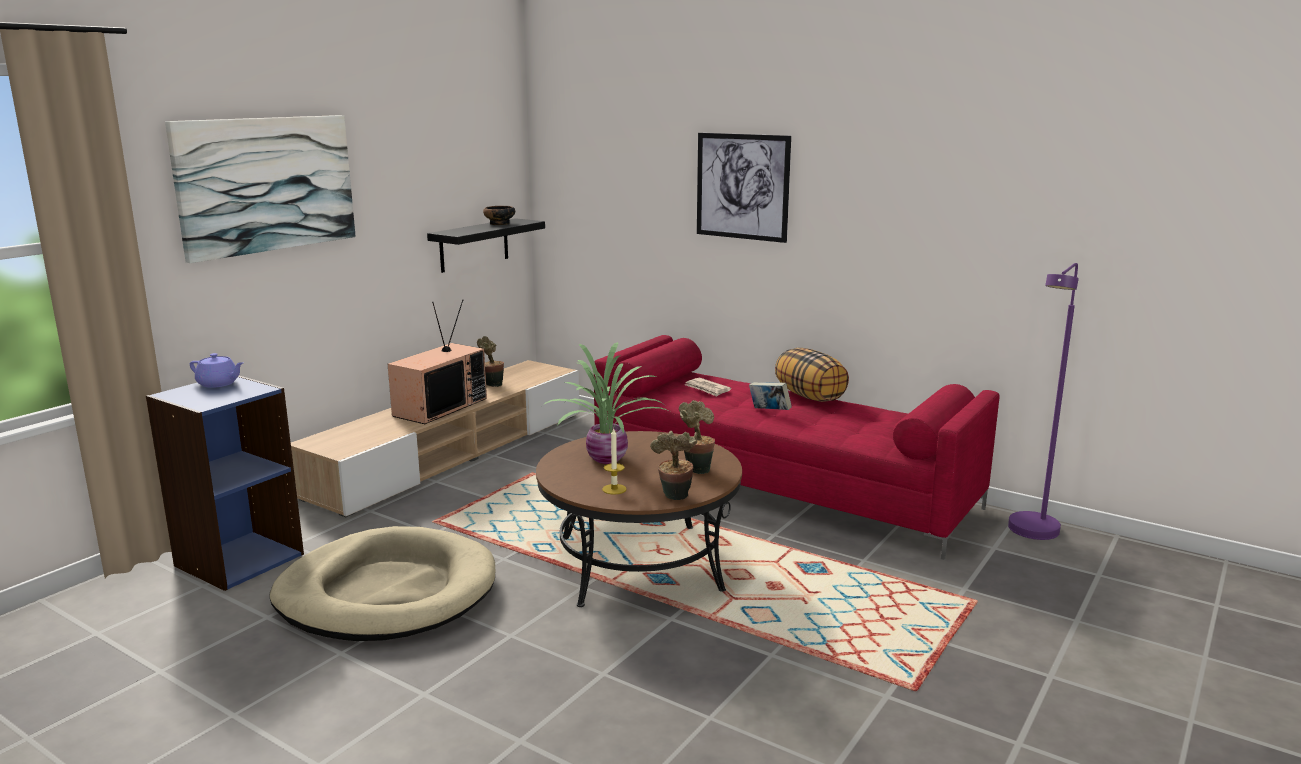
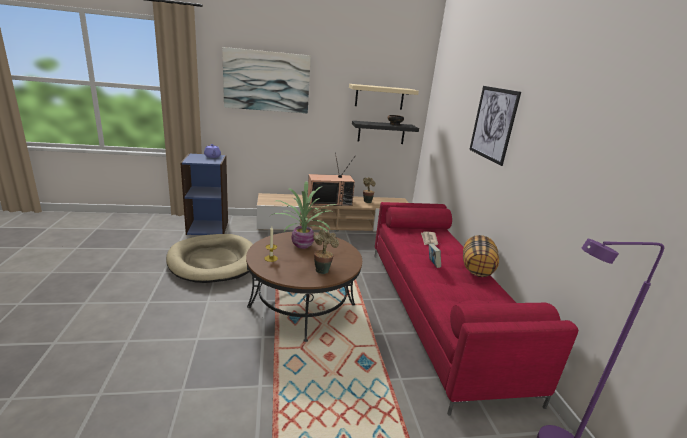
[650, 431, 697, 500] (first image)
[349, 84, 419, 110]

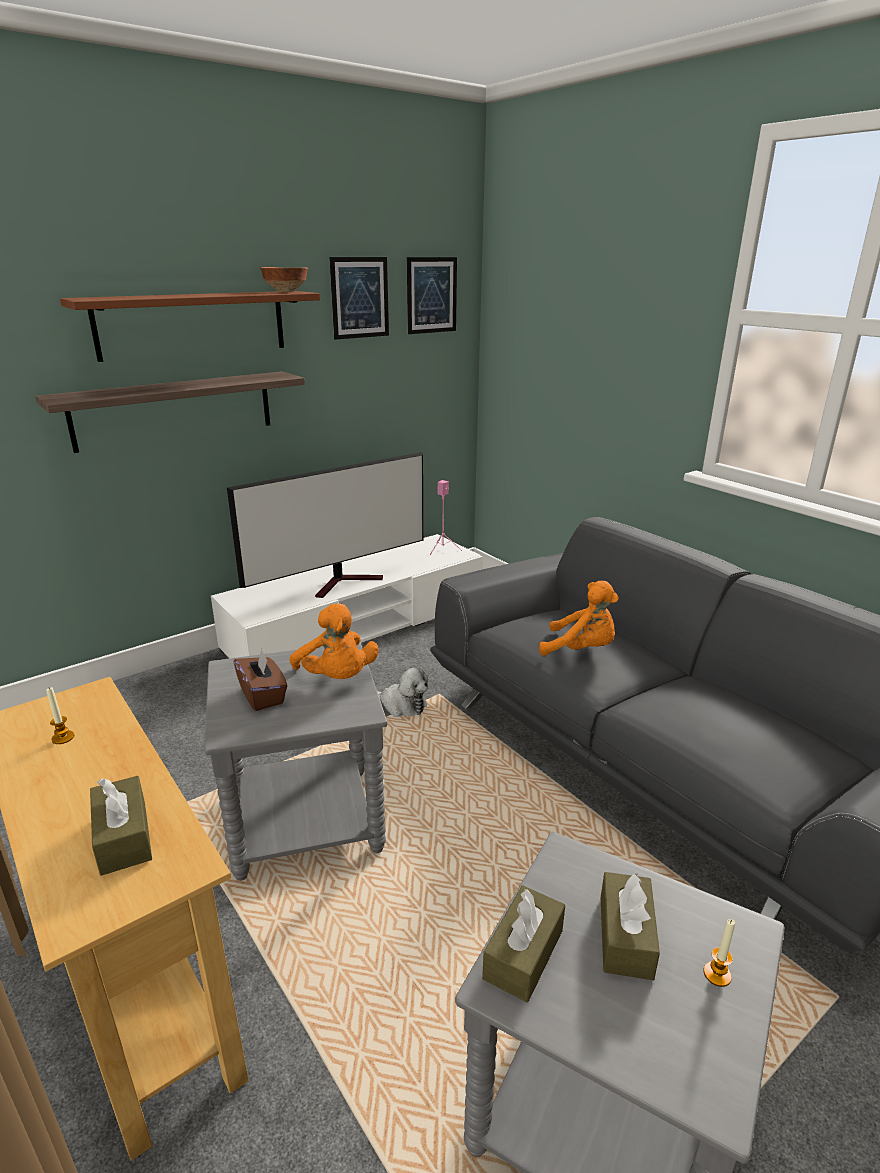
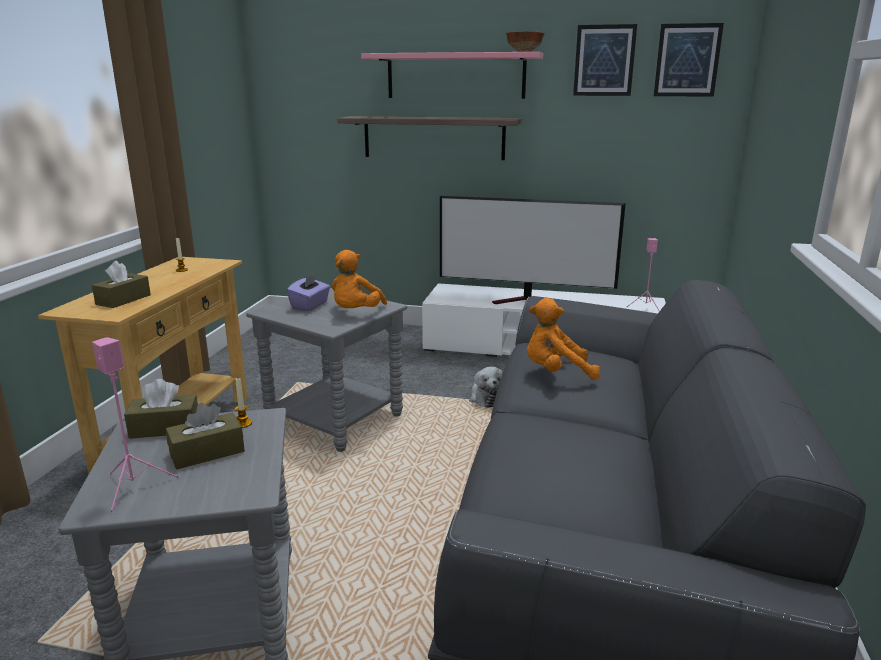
[92, 337, 180, 514]
[235, 378, 252, 428]
[361, 52, 543, 99]
[287, 273, 330, 311]
[527, 298, 600, 380]

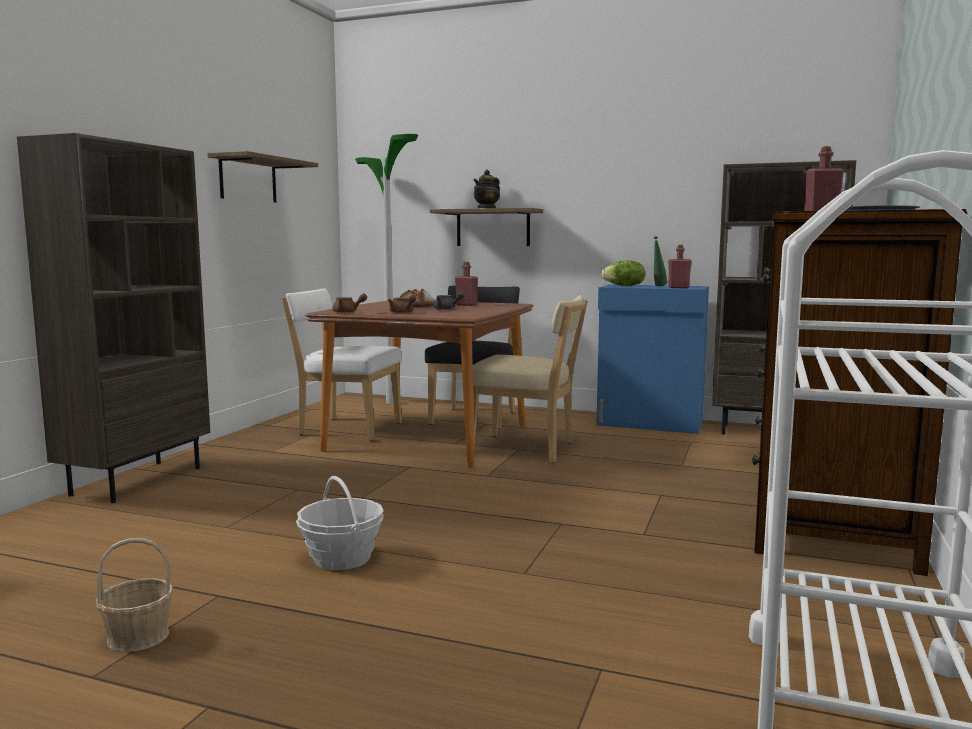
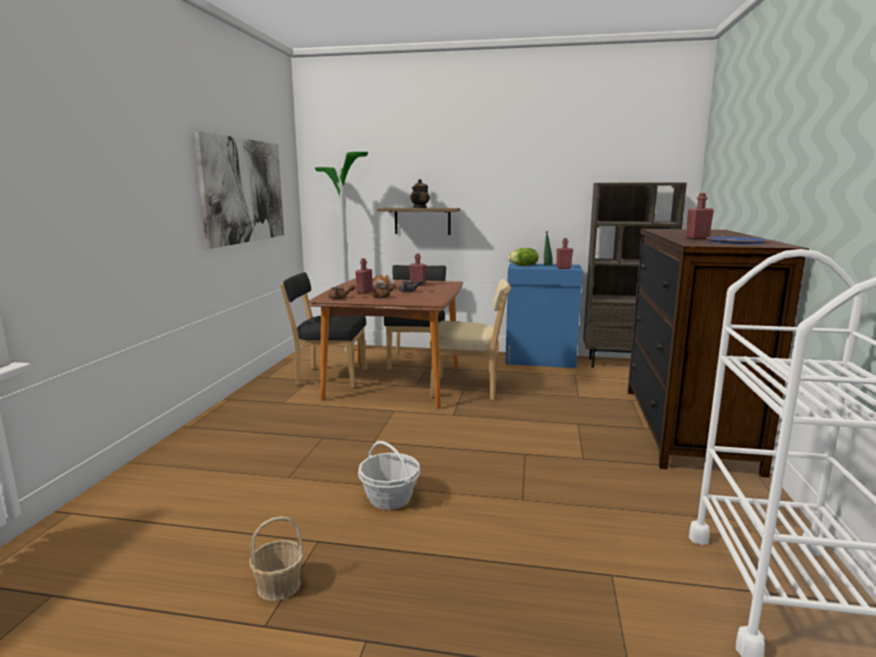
[17, 133, 210, 503] (first image)
[355, 258, 373, 294]
[194, 131, 284, 249]
[280, 272, 367, 388]

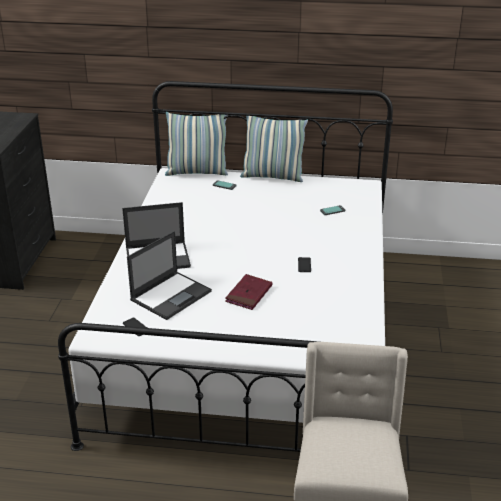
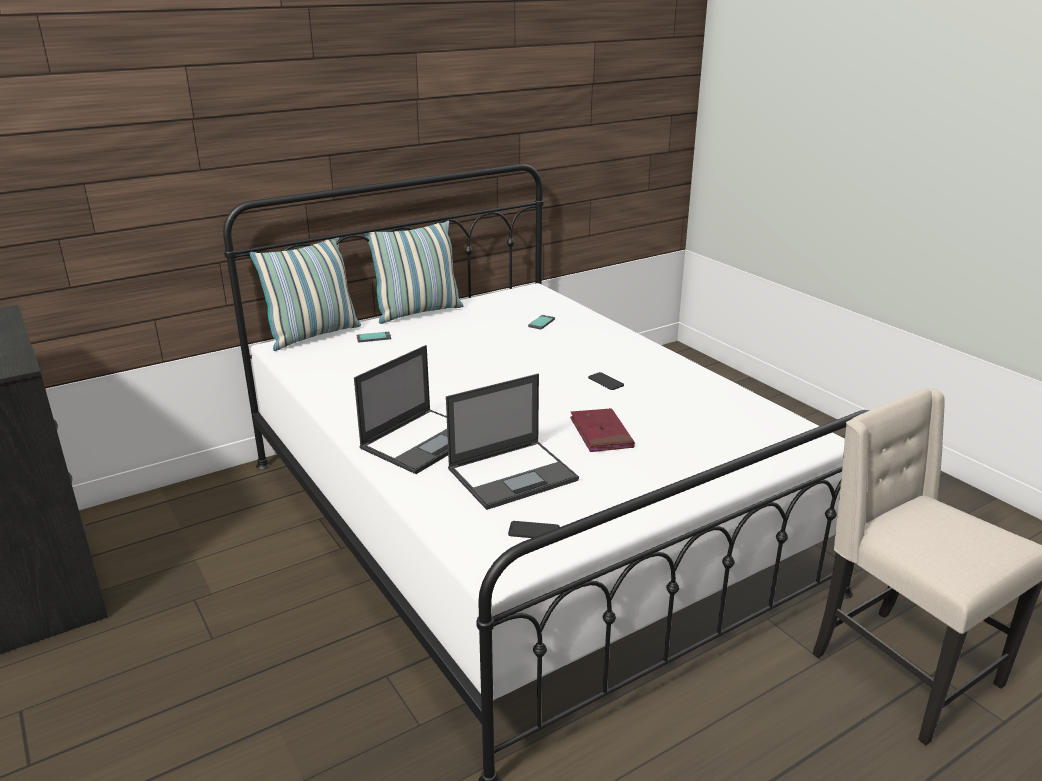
[446, 374, 579, 510]

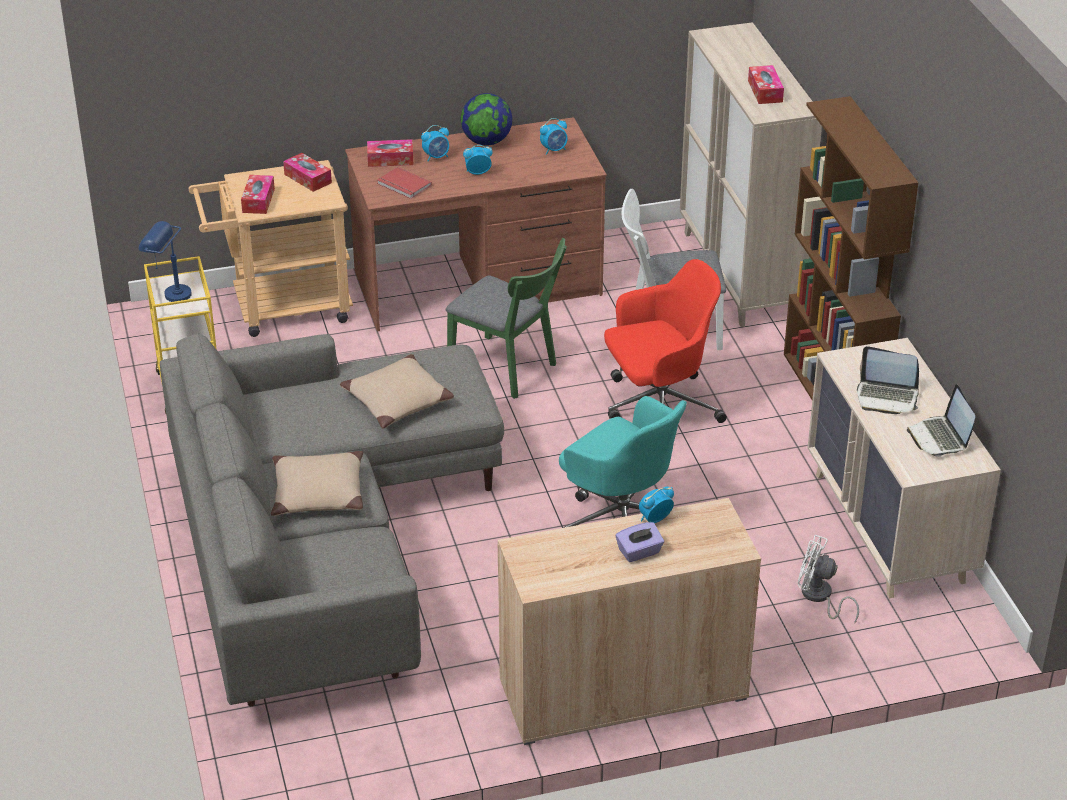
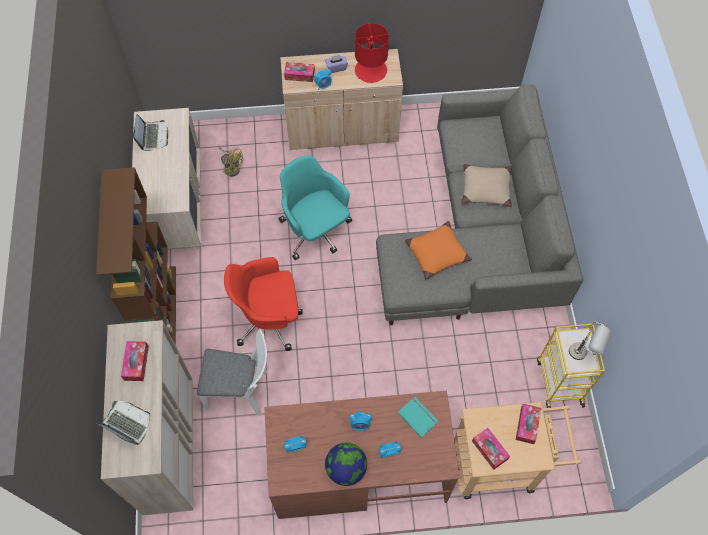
[446, 238, 567, 399] (first image)
[355, 23, 389, 83]
[284, 62, 315, 82]
[97, 401, 150, 445]
[569, 321, 611, 360]
[405, 221, 472, 280]
[397, 397, 438, 437]
[218, 147, 243, 177]

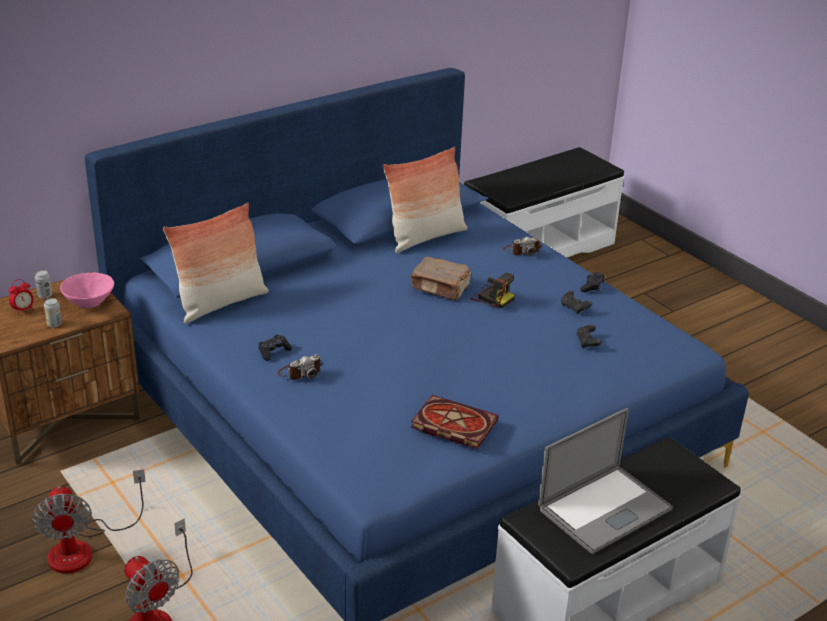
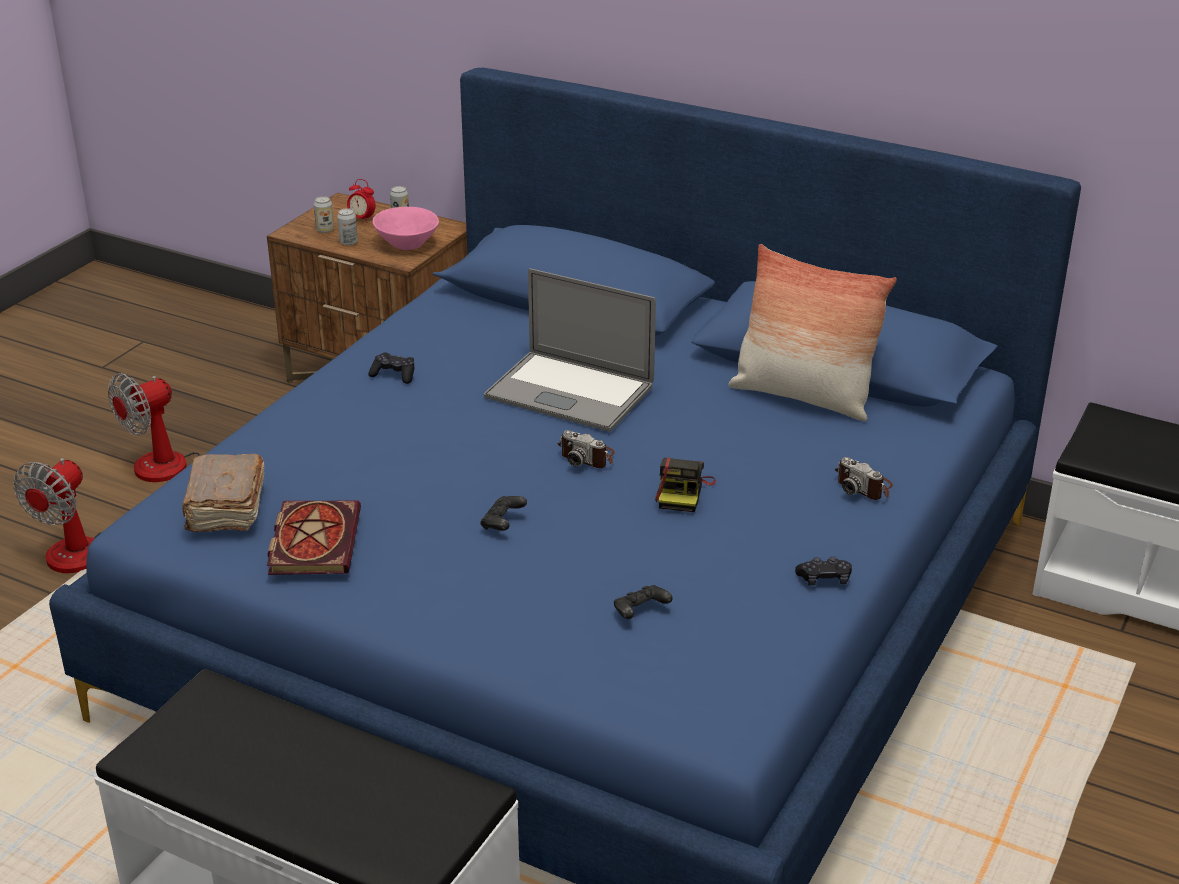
[163, 203, 269, 324] (first image)
[314, 196, 334, 233]
[557, 430, 615, 468]
[182, 454, 264, 532]
[484, 268, 656, 432]
[480, 496, 527, 531]

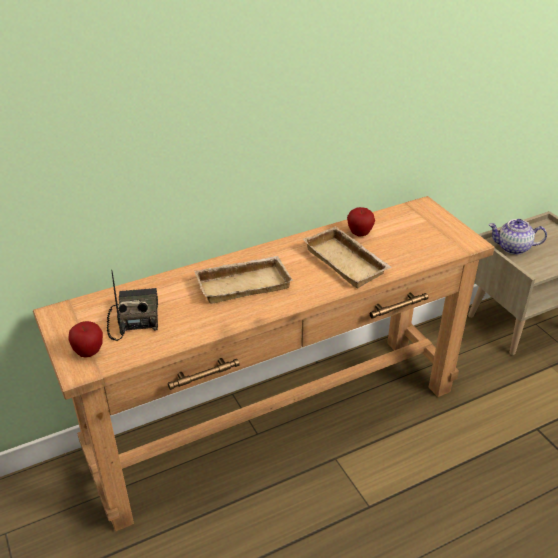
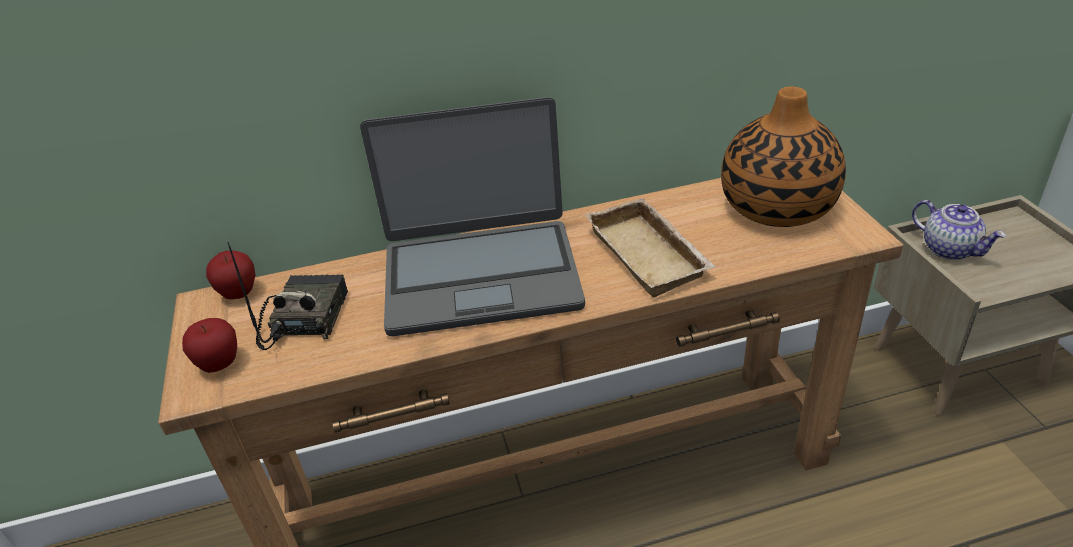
[721, 86, 846, 227]
[206, 250, 256, 299]
[360, 97, 585, 336]
[912, 200, 1006, 260]

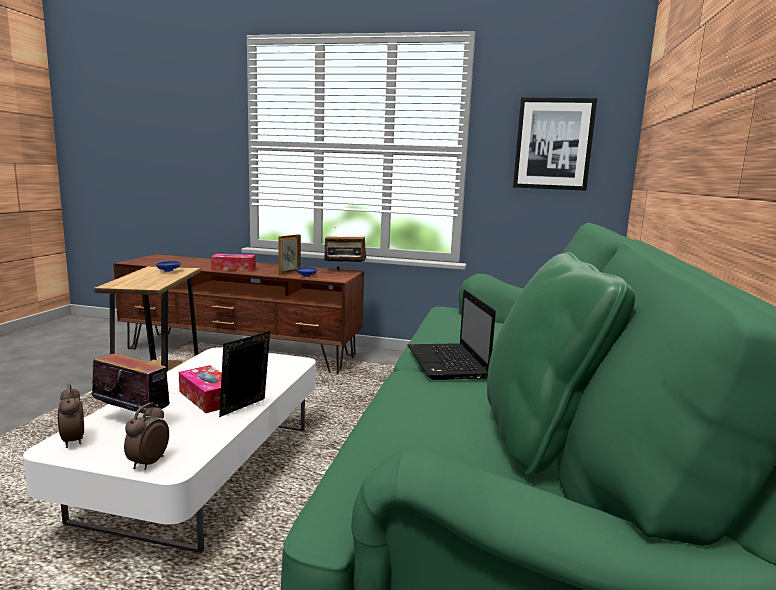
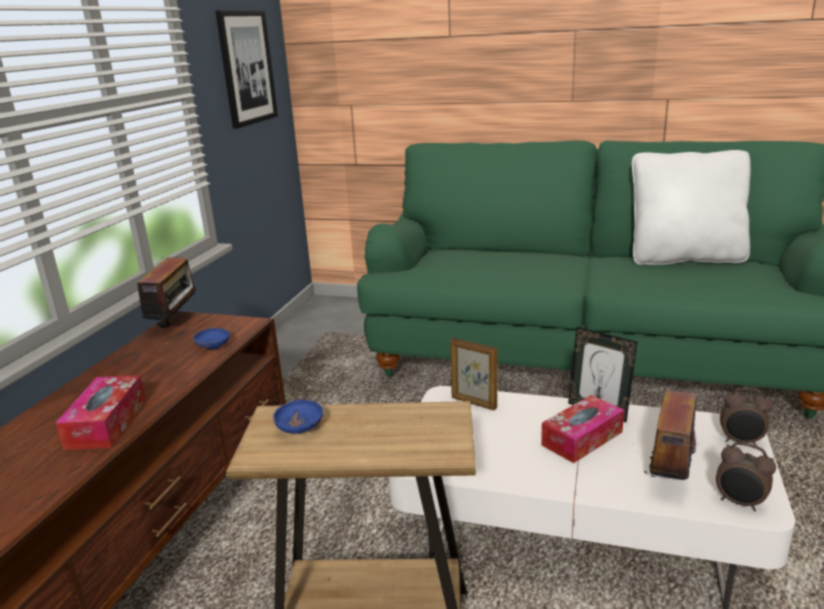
[408, 290, 496, 380] (first image)
[450, 337, 498, 410]
[632, 150, 751, 265]
[716, 442, 776, 511]

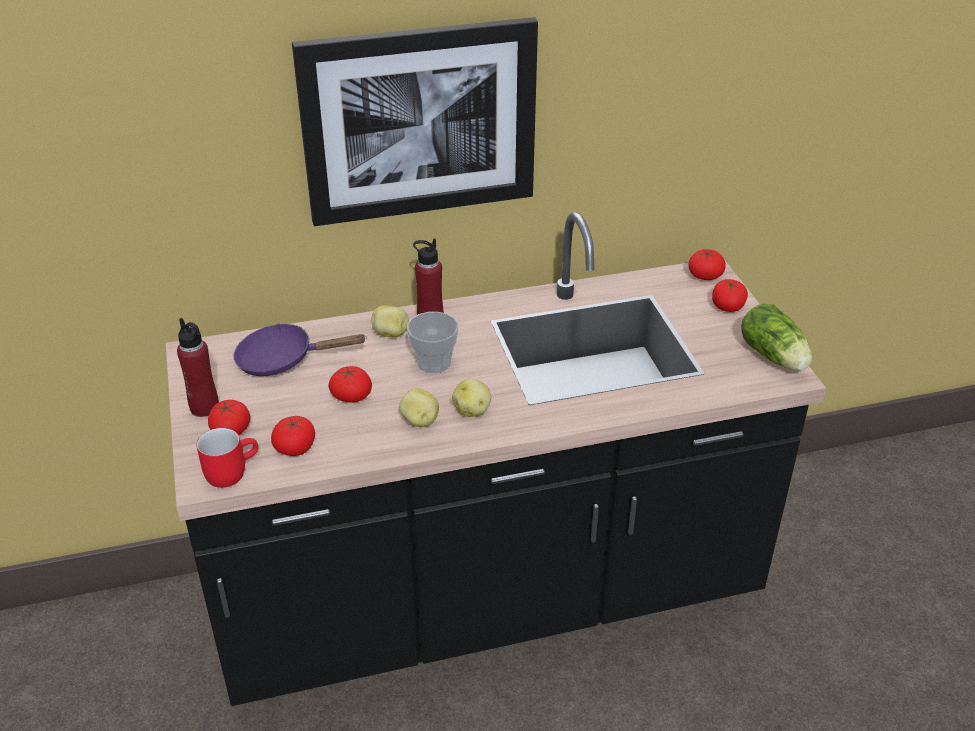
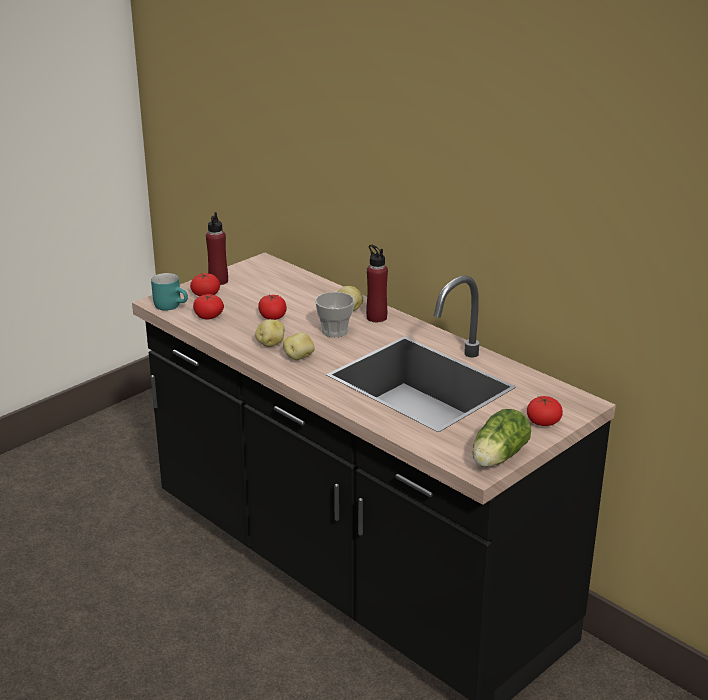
[233, 323, 367, 376] (first image)
[292, 17, 538, 226] (first image)
[689, 249, 726, 280] (first image)
[151, 273, 188, 311]

